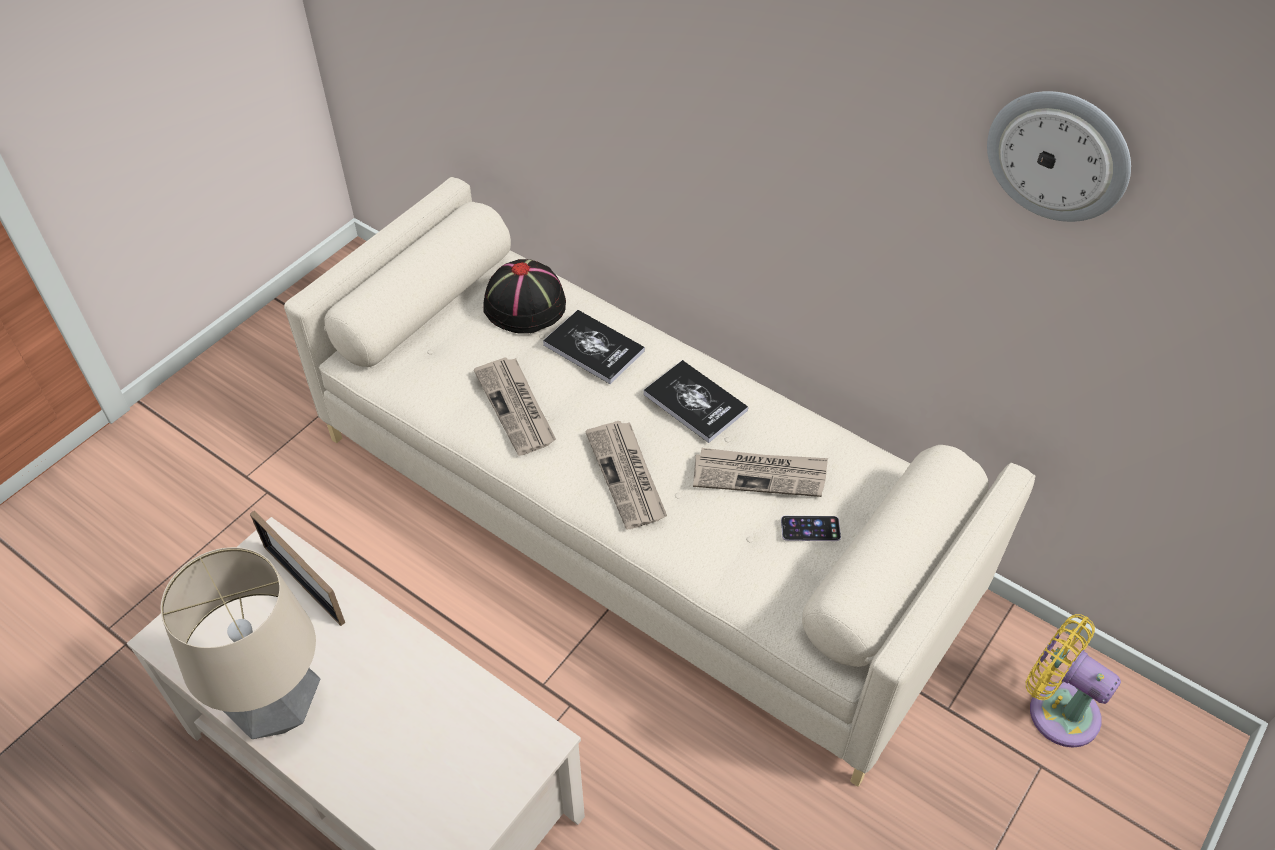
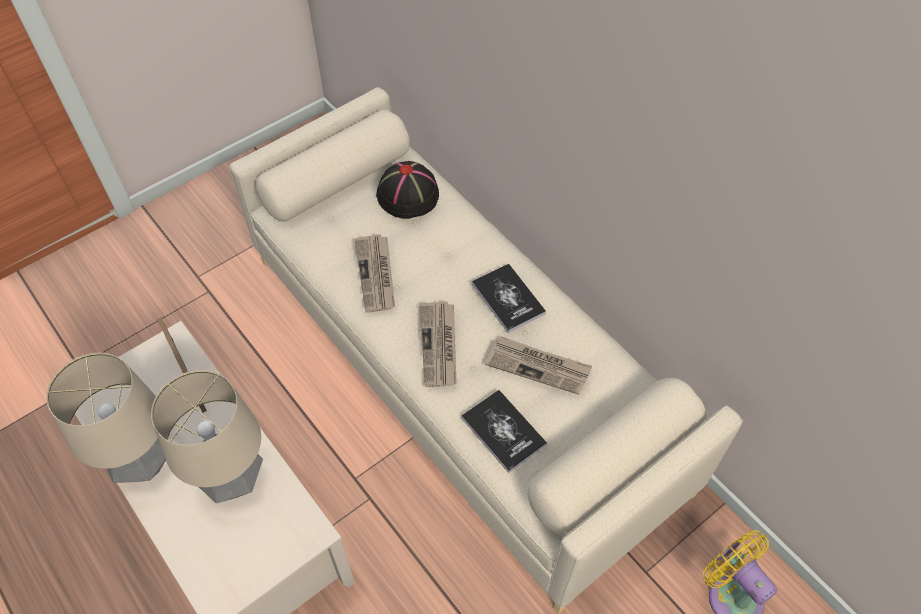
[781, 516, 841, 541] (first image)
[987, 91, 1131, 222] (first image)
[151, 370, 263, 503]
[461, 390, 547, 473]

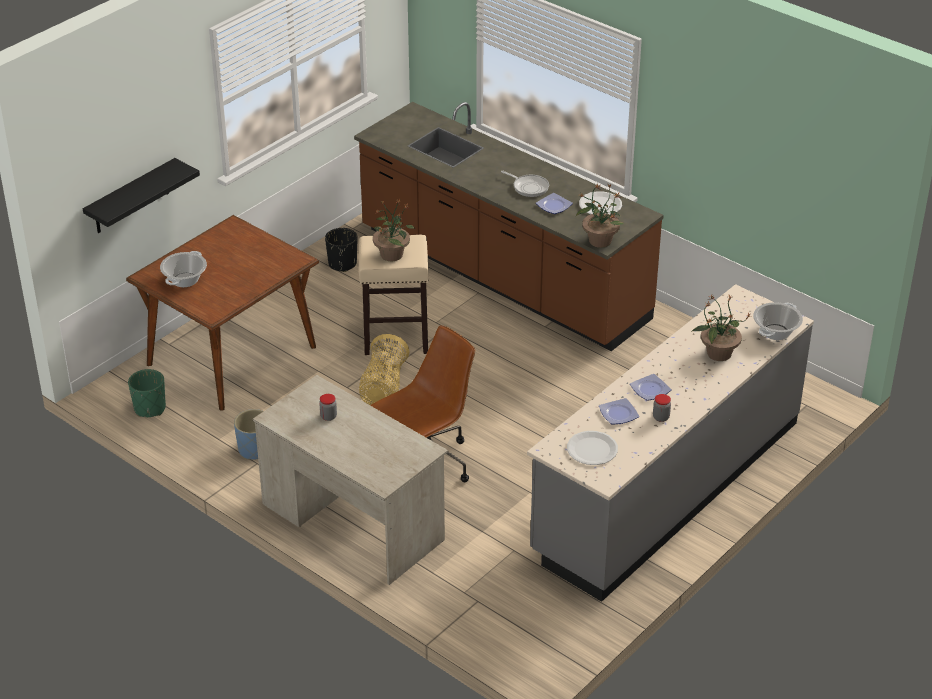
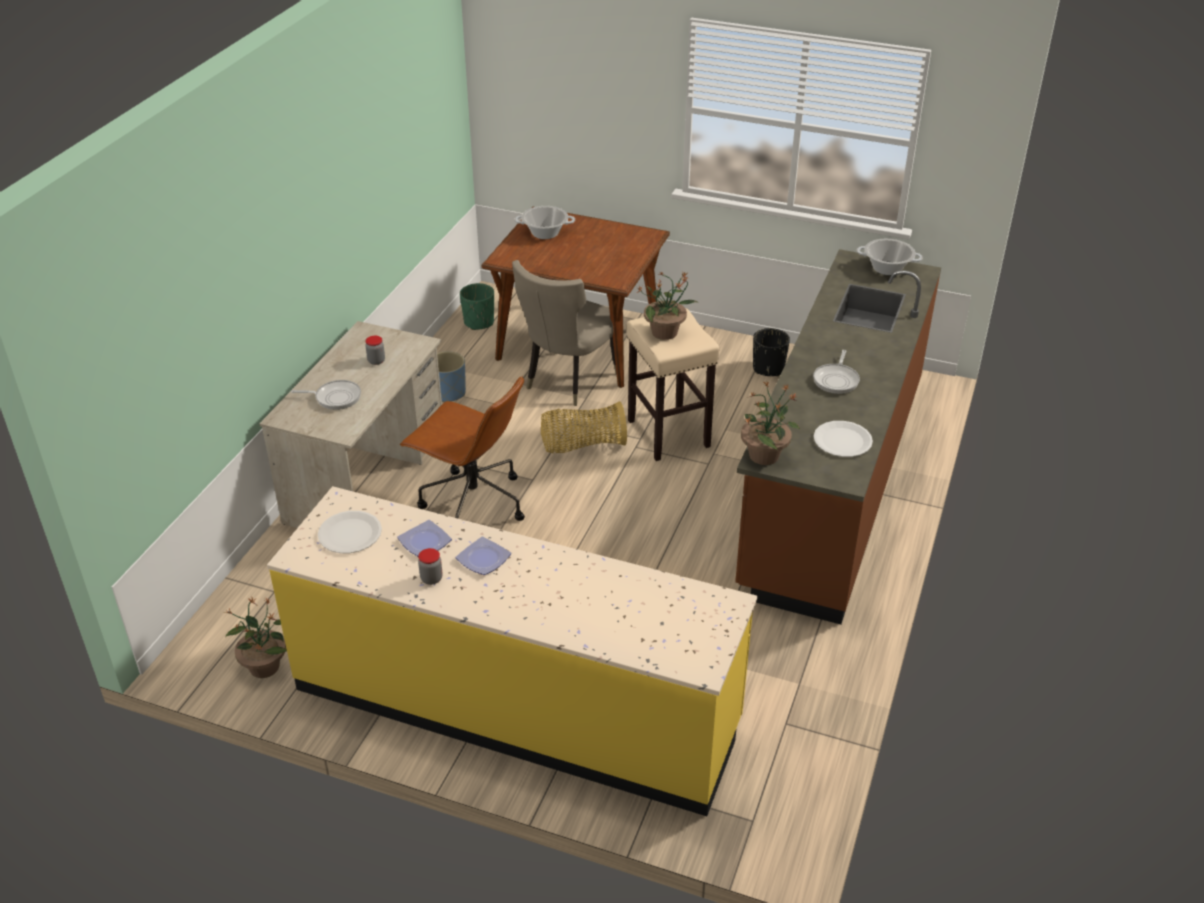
[83, 158, 200, 233] (first image)
[536, 193, 573, 214] (first image)
[291, 380, 361, 410]
[512, 260, 624, 406]
[224, 597, 287, 678]
[856, 239, 923, 275]
[267, 486, 757, 816]

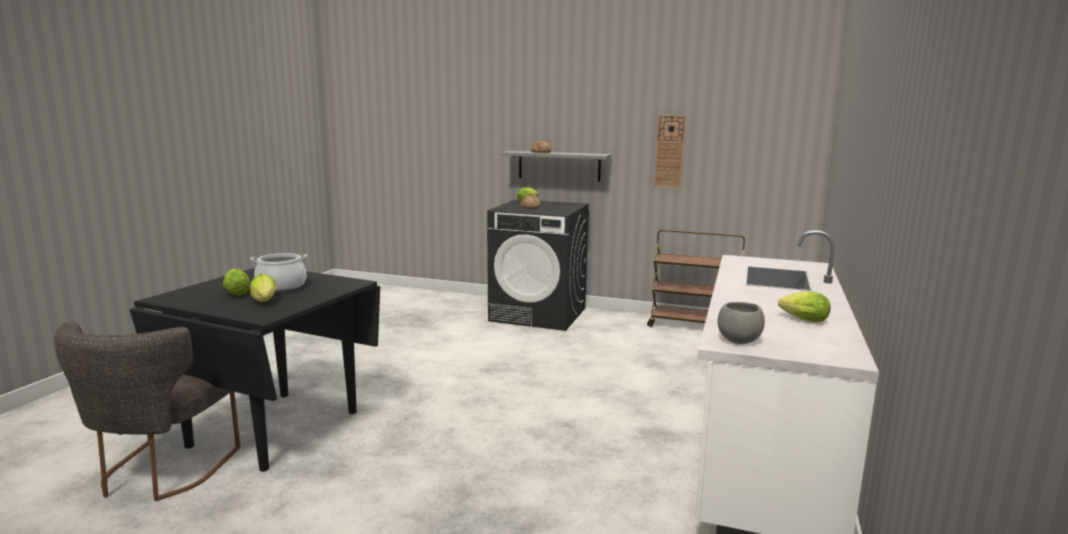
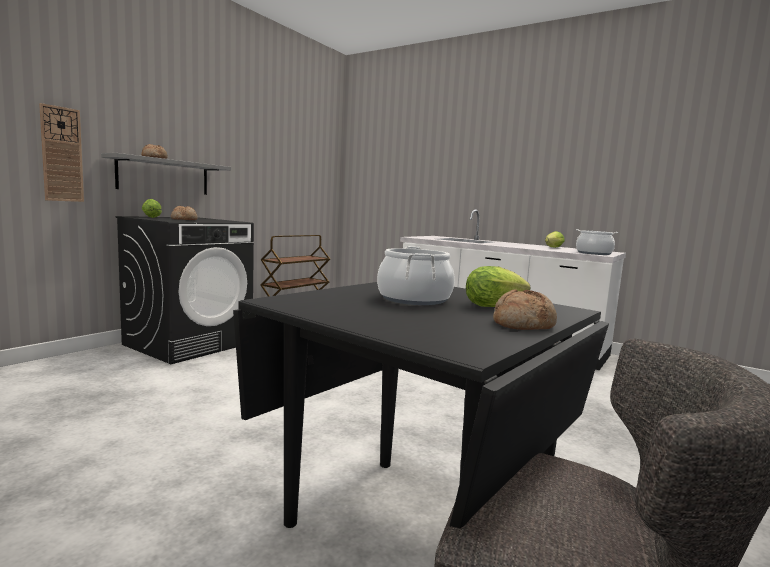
[223, 269, 250, 296] (first image)
[493, 290, 557, 330]
[39, 103, 84, 202]
[576, 229, 619, 255]

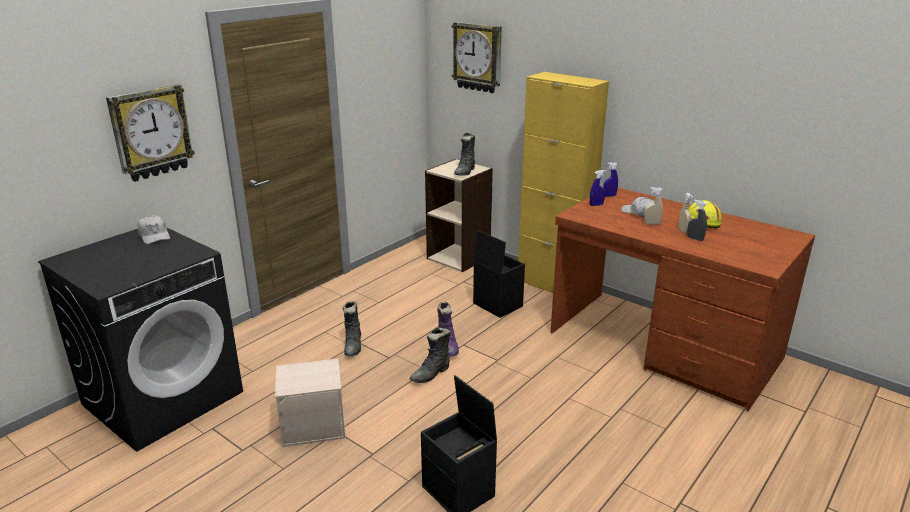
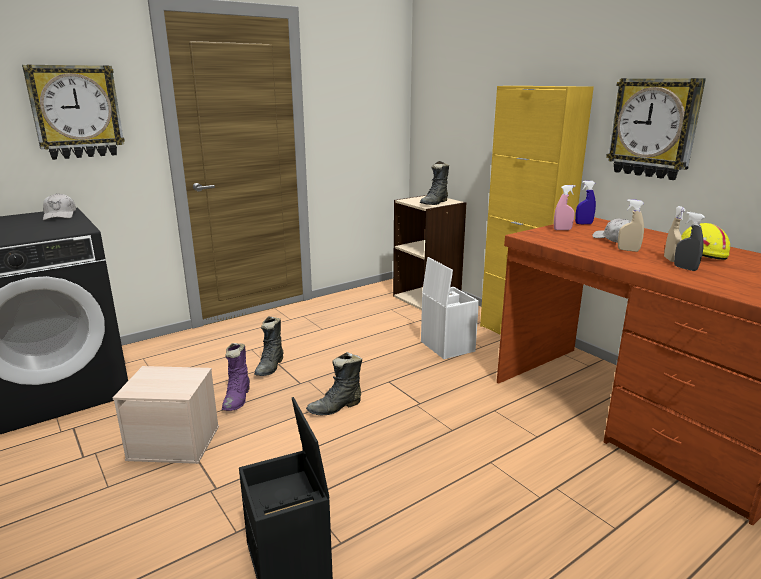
[222, 343, 250, 411]
[606, 78, 706, 180]
[421, 257, 479, 359]
[554, 185, 576, 230]

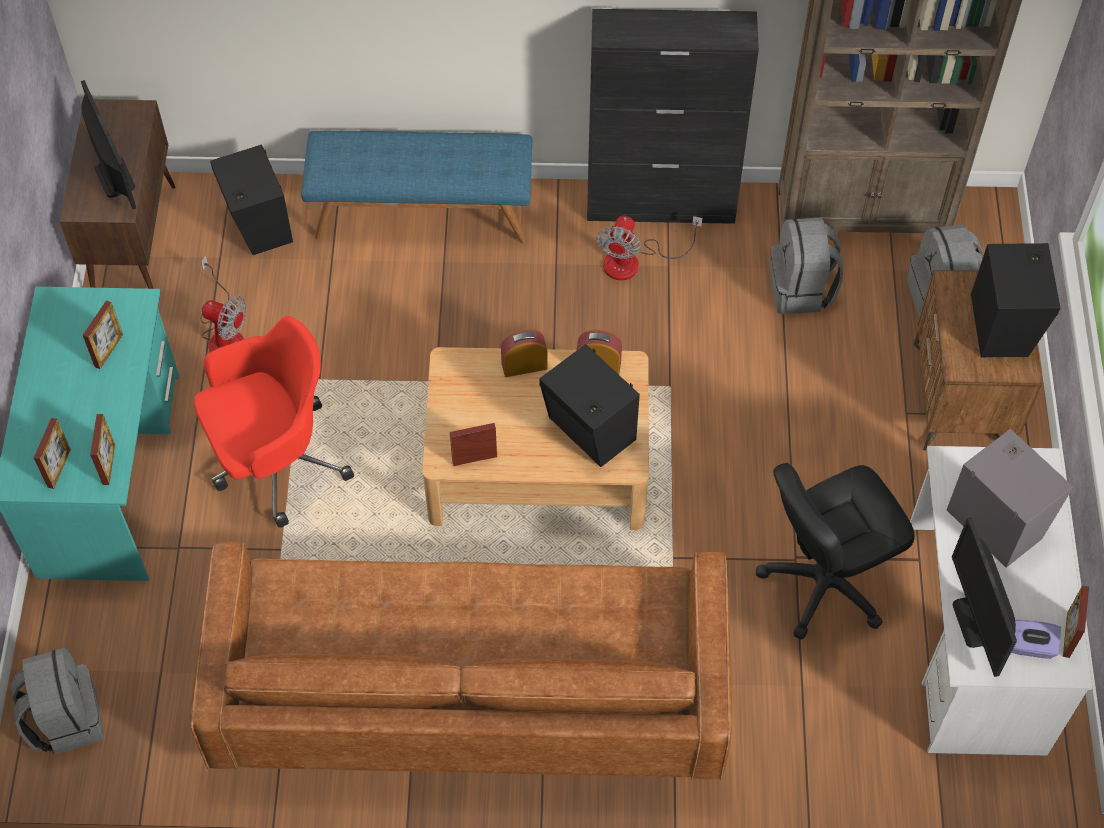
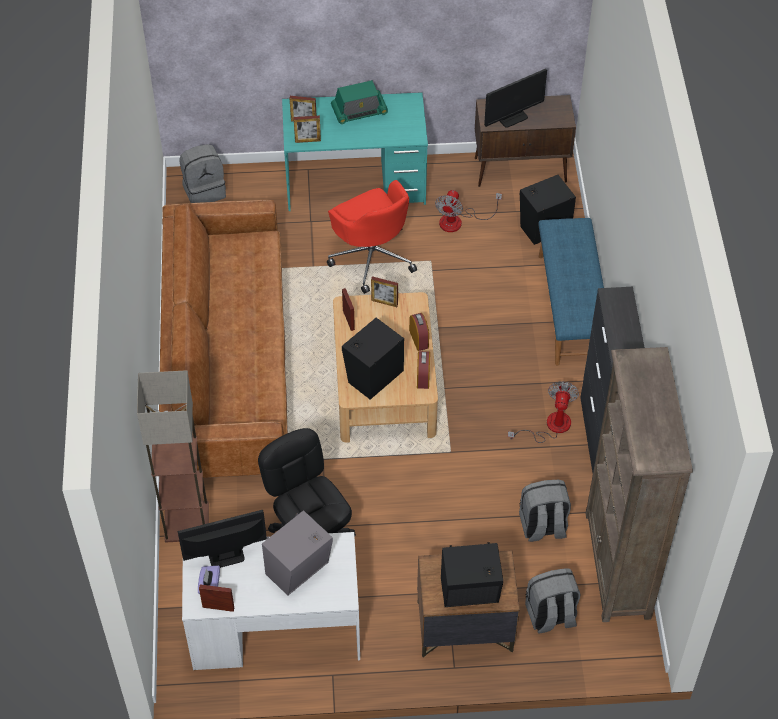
[137, 370, 209, 542]
[331, 80, 388, 124]
[371, 276, 398, 307]
[508, 381, 579, 443]

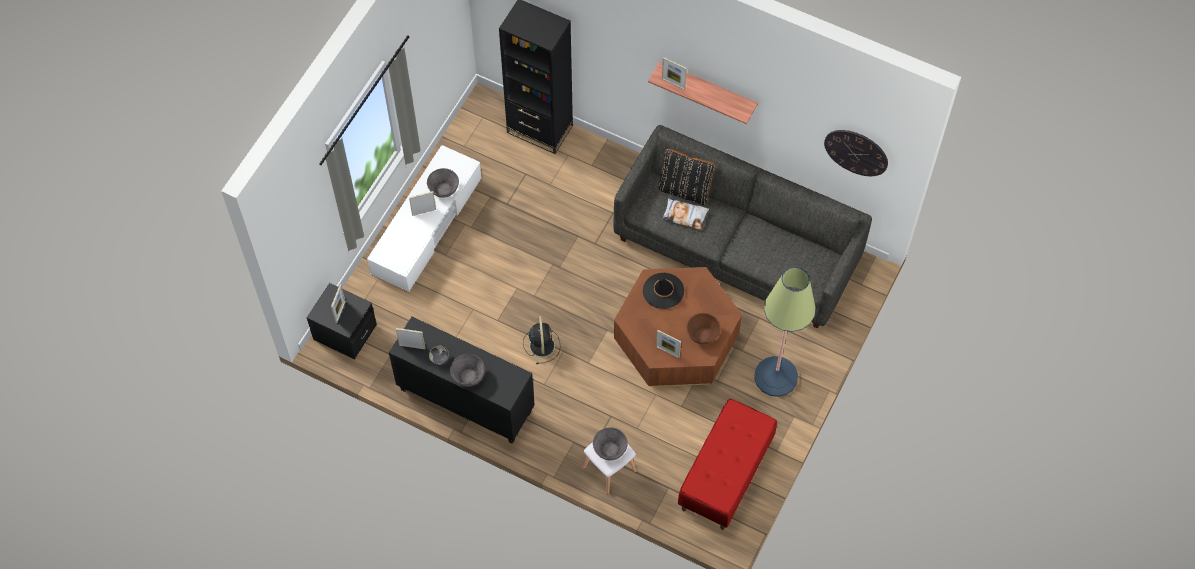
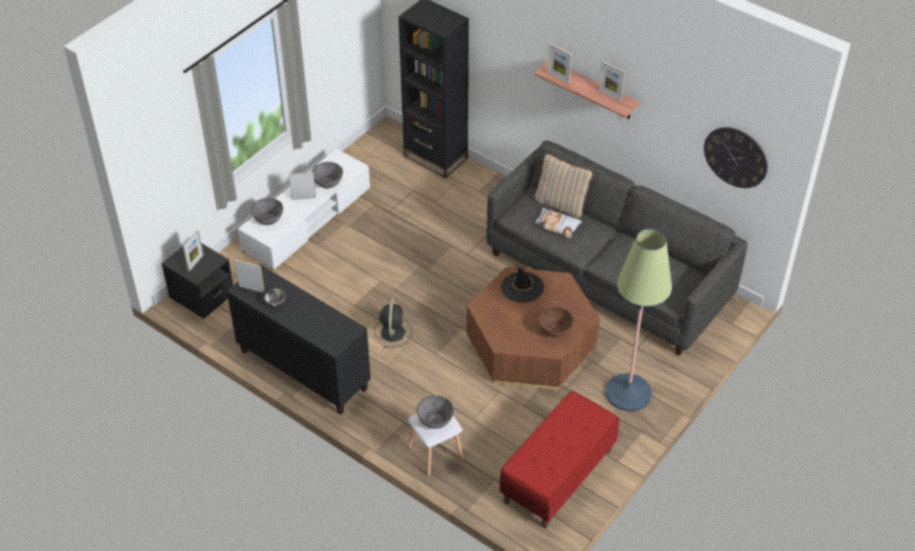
[251, 198, 283, 225]
[599, 61, 625, 101]
[535, 154, 593, 219]

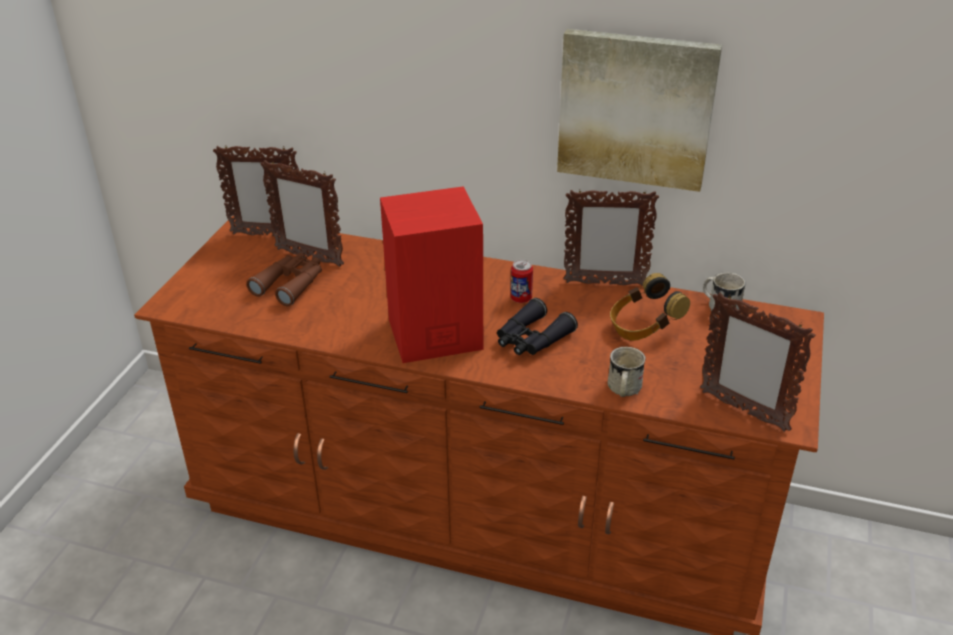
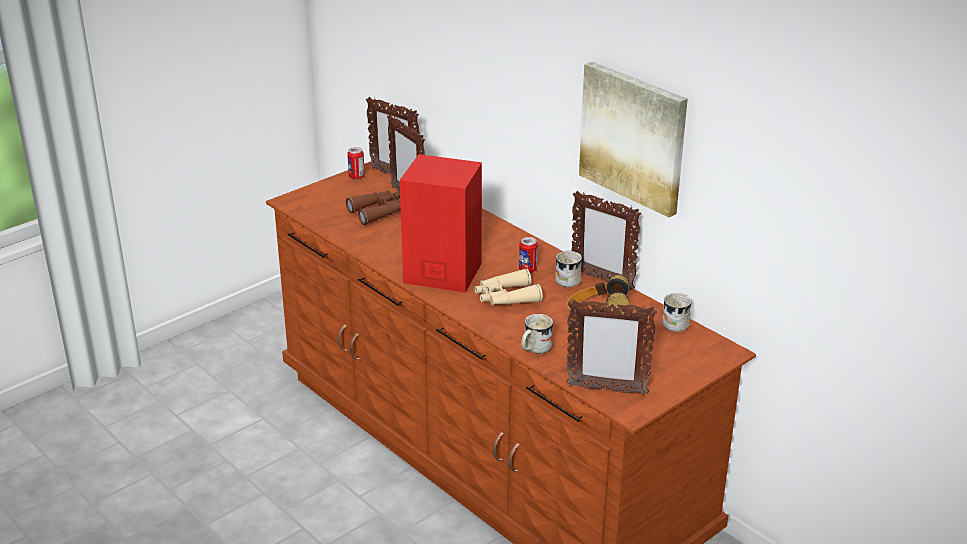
[347, 147, 365, 180]
[555, 251, 582, 287]
[475, 269, 543, 305]
[566, 299, 657, 395]

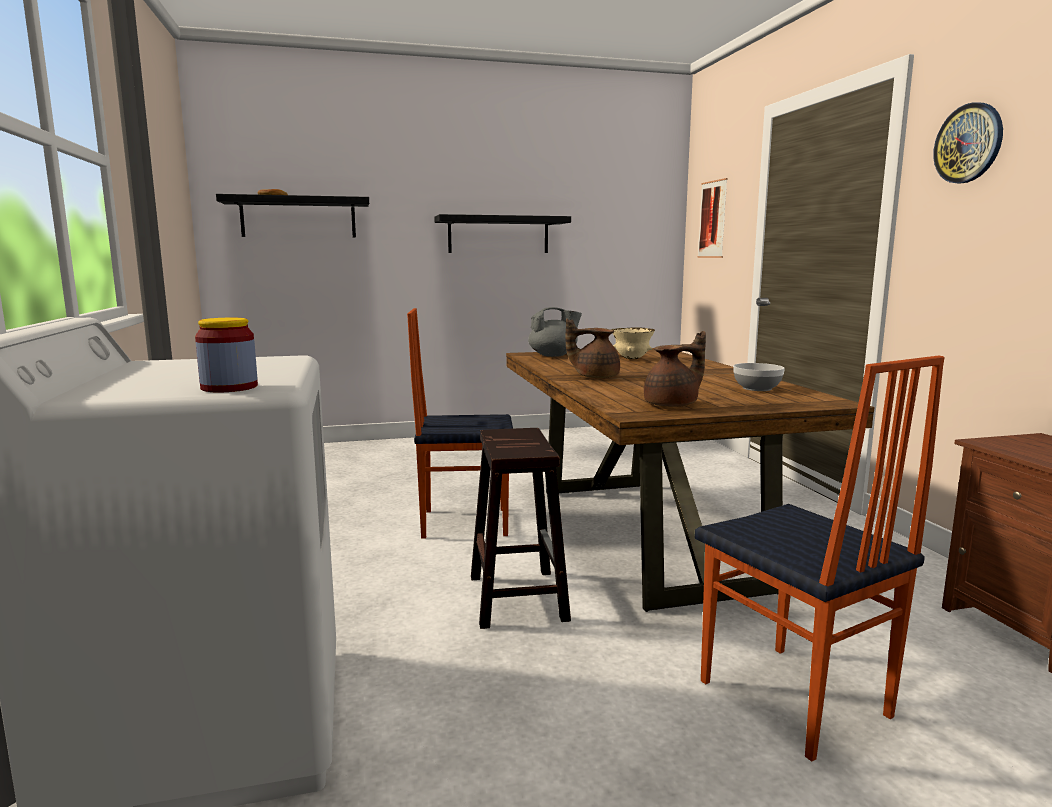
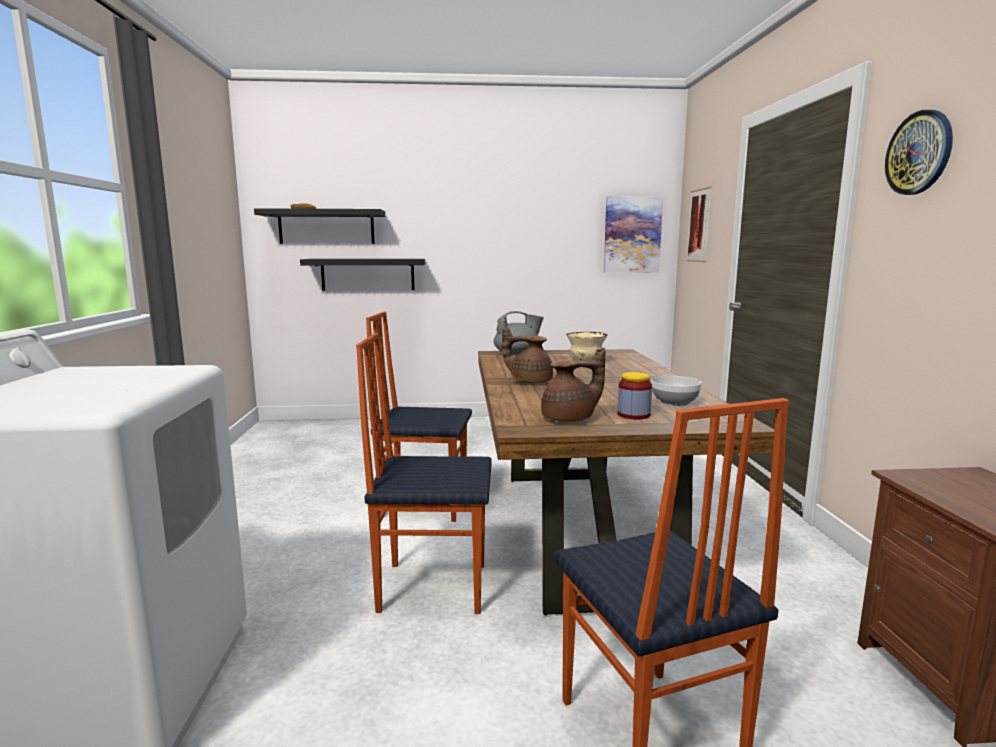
[604, 196, 663, 273]
[618, 372, 652, 419]
[300, 259, 425, 290]
[356, 333, 492, 614]

